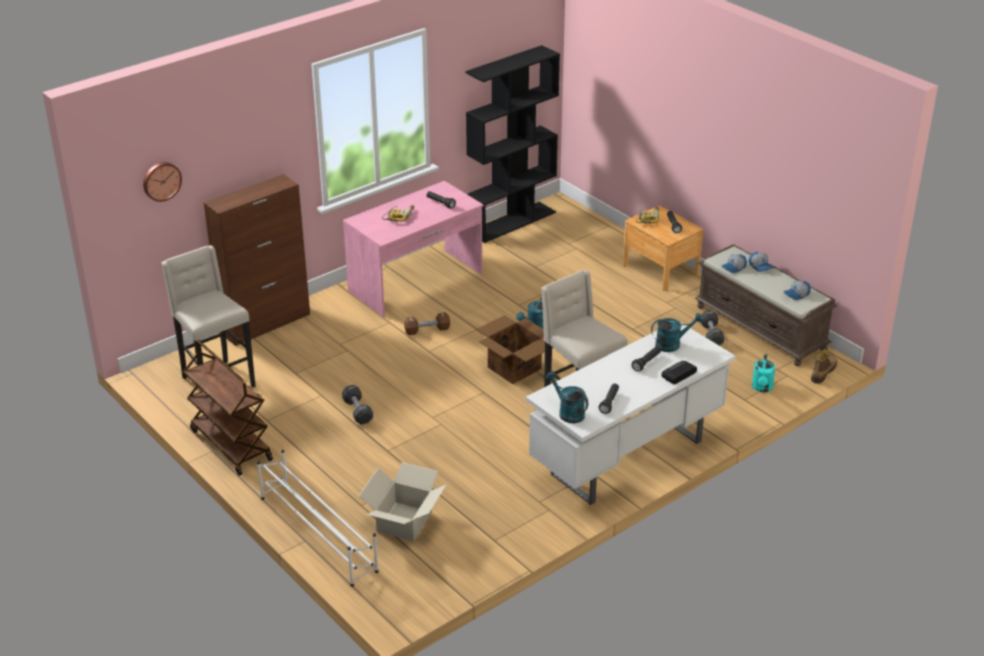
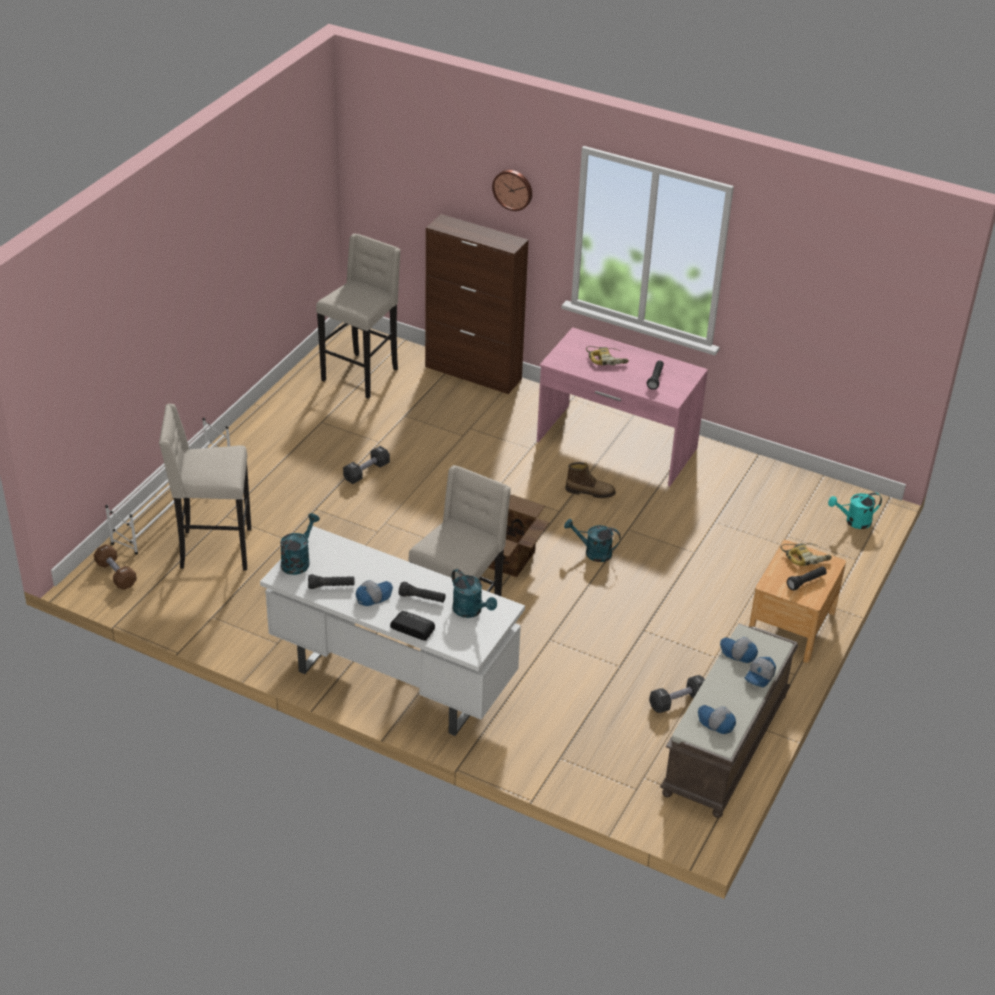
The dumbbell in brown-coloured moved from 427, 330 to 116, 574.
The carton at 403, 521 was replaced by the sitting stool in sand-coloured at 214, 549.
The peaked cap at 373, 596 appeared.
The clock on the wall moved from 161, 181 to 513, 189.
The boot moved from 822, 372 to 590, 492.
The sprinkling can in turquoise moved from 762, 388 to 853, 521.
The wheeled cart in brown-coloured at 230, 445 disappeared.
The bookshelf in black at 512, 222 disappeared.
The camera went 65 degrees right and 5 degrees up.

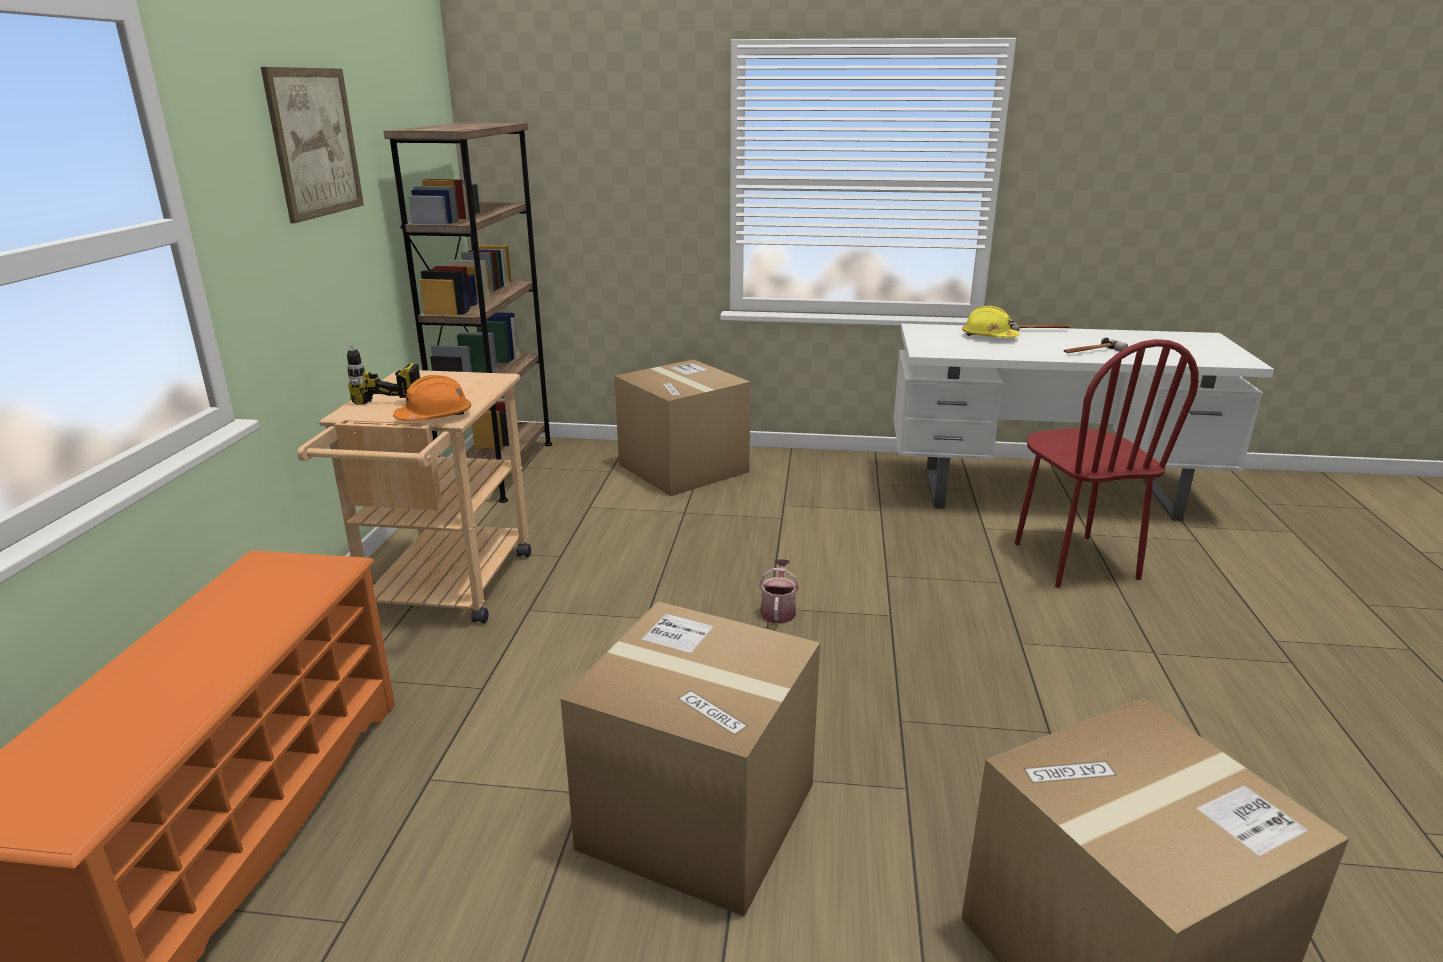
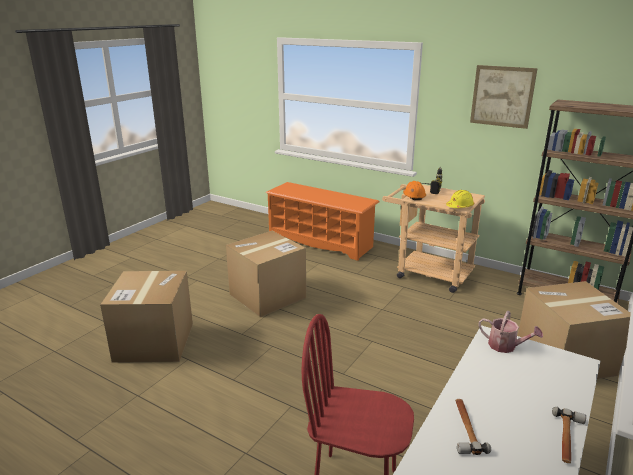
The work helmet in yellowish moved from 988, 337 to 460, 206.
The sprinkling can moved from 778, 610 to 506, 346.
The camera went 115 degrees right and 0 degrees up.

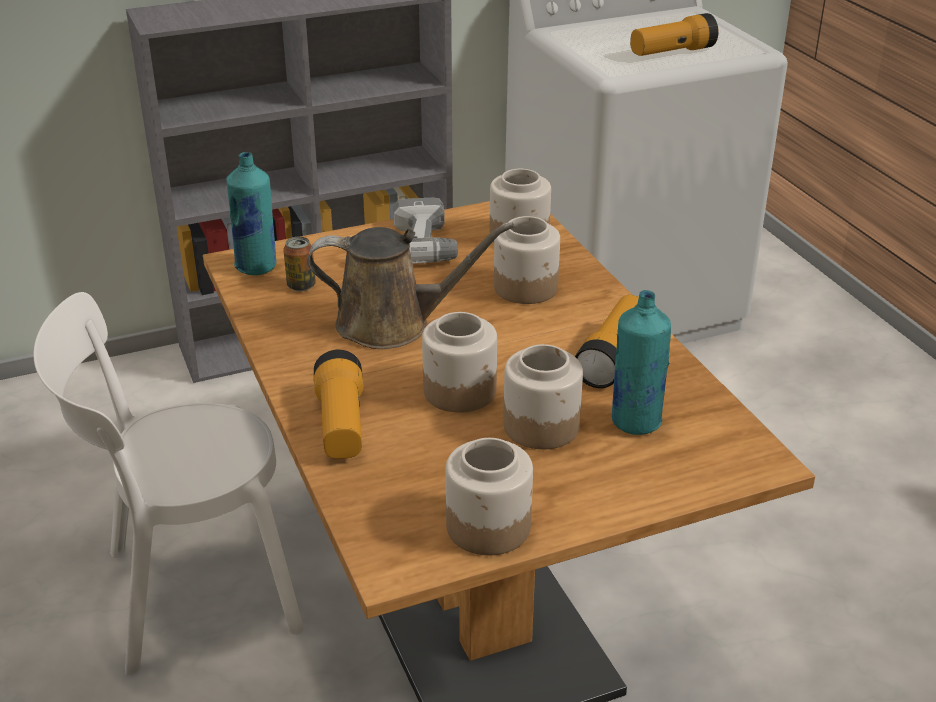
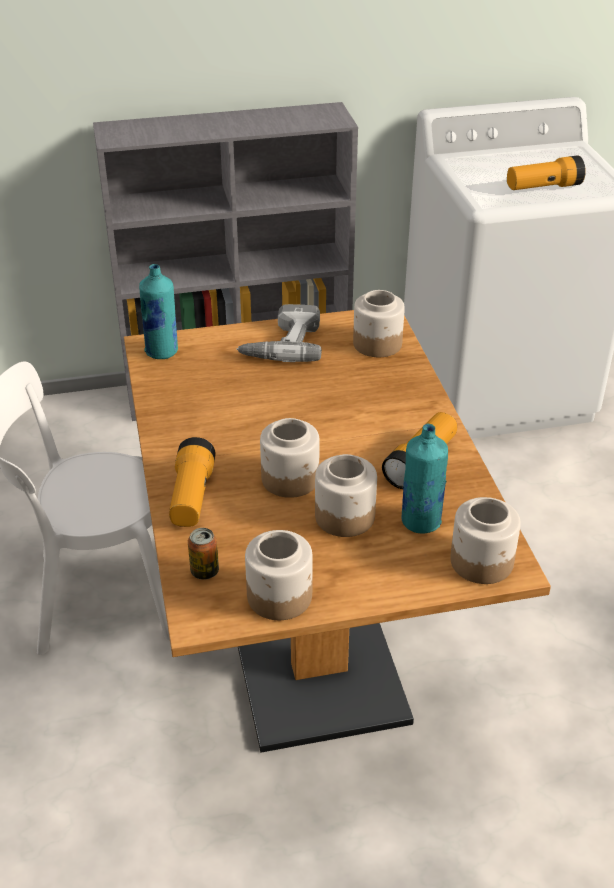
The sealed can moved from 301, 286 to 204, 571.
The storage jar moved from 526, 288 to 482, 562.
The sprinkling can in brown-coloured at 393, 324 disappeared.
The camera went 10 degrees right and 5 degrees up.

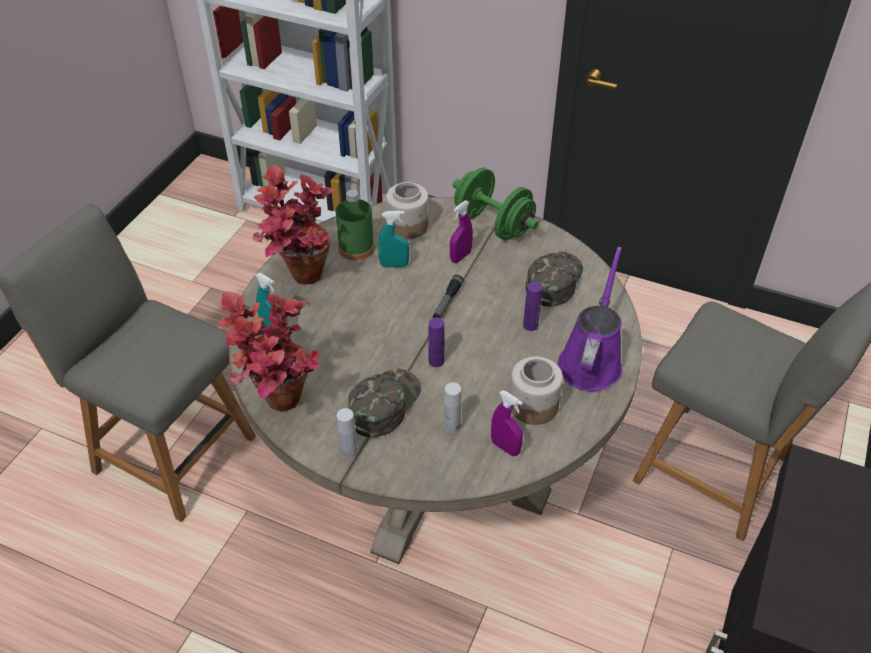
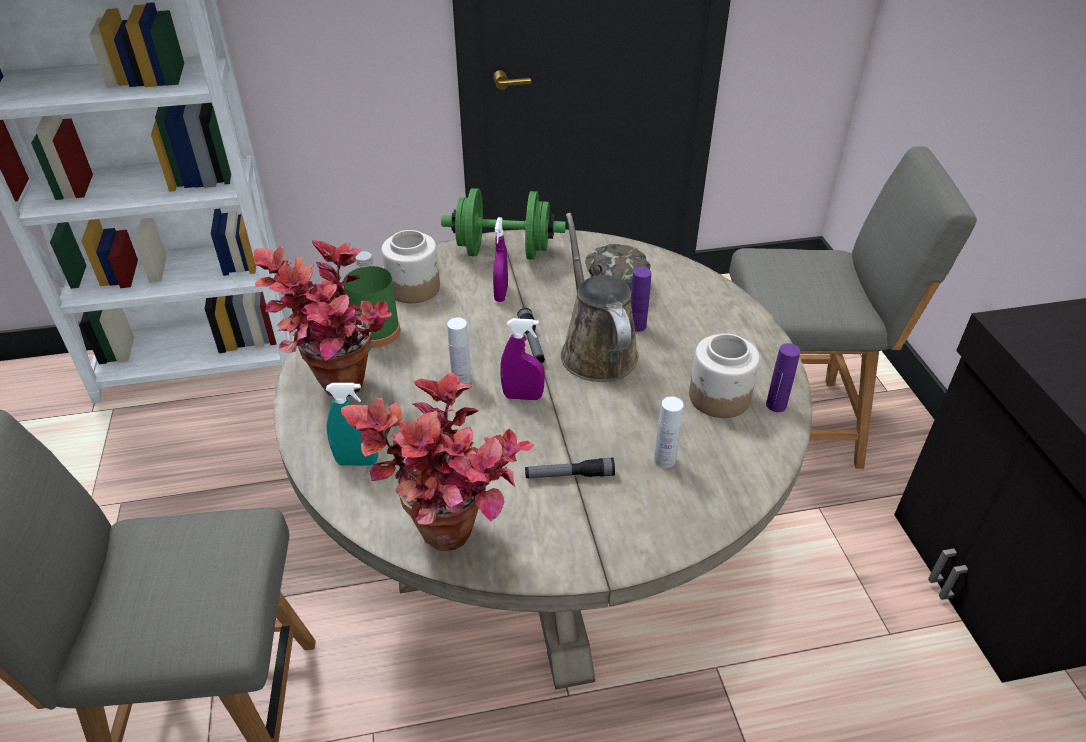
The drink bottle in whitish moved from 349, 452 to 461, 378.
The spray bottle in purple moved from 505, 447 to 523, 396.
The peaked cap in greenish at 383, 404 was replaced by the torch at 569, 475.
The sprinkling can in brown-coloured at 596, 350 appeared.
The drink bottle in purple moved from 436, 361 to 776, 405.
The spray bottle in turquoise at 394, 265 disappeared.
The sprinkling can in purple at 591, 361 disappeared.
The camera went 35 degrees left and 5 degrees down.

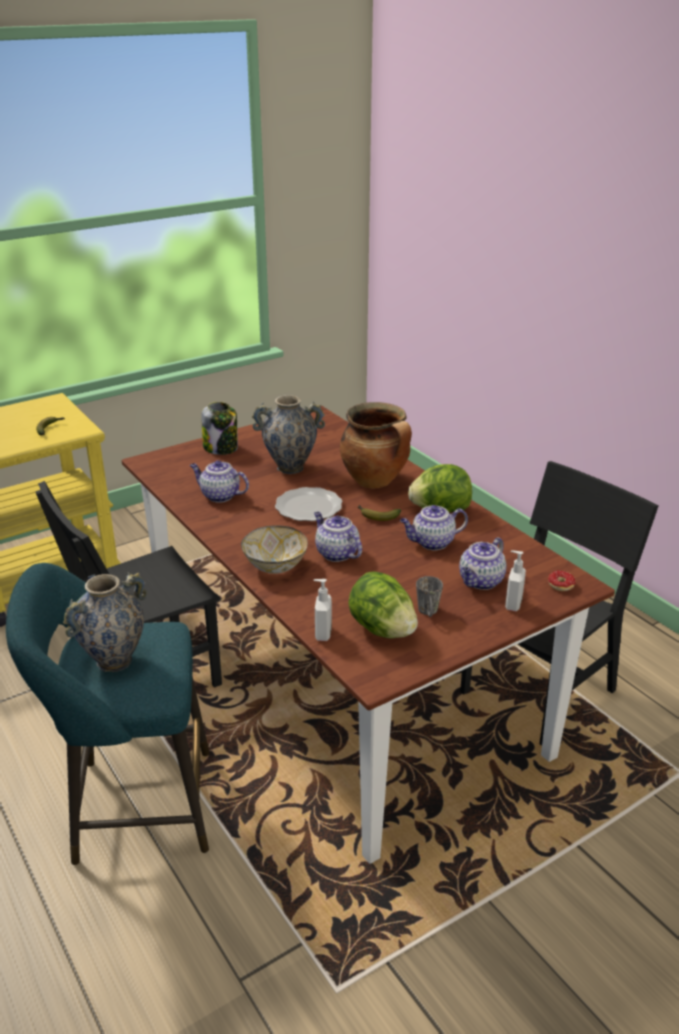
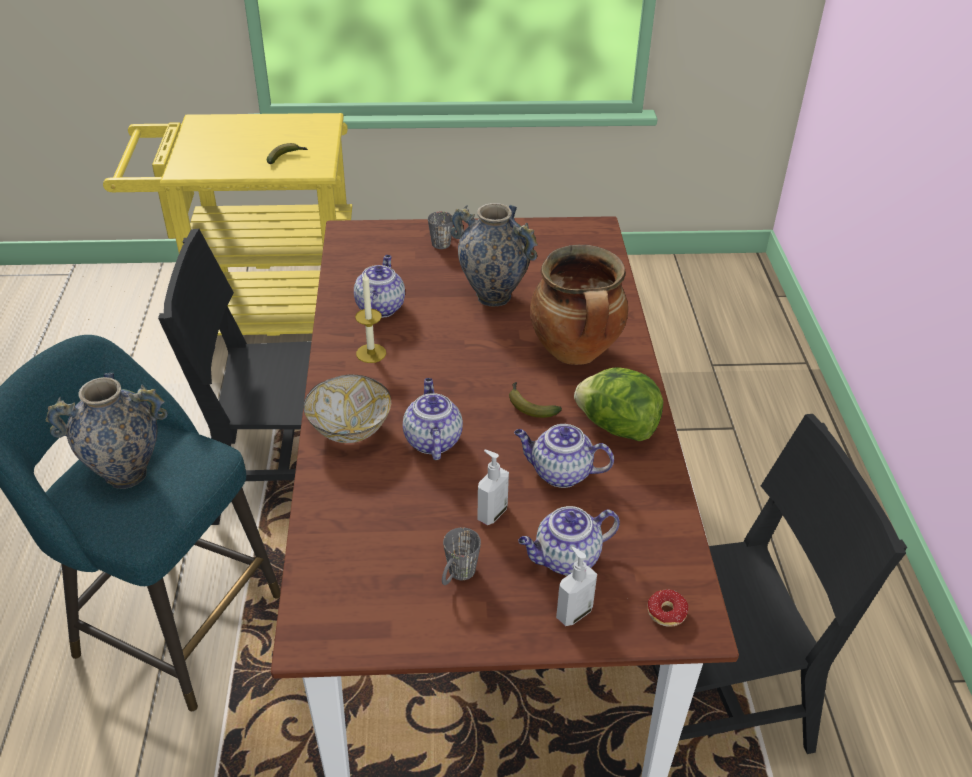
The tea pot at 219, 496 turned 45 degrees clockwise.
The wax light at 371, 353 appeared.
The storage jar at 221, 448 was replaced by the tea mug in greyish at 442, 240.
The soap bottle moved from 322, 634 to 491, 513.
The dinner plate at 309, 507 disappeared.
The lettuce at 382, 629 disappeared.
The camera went 30 degrees right and 10 degrees up.

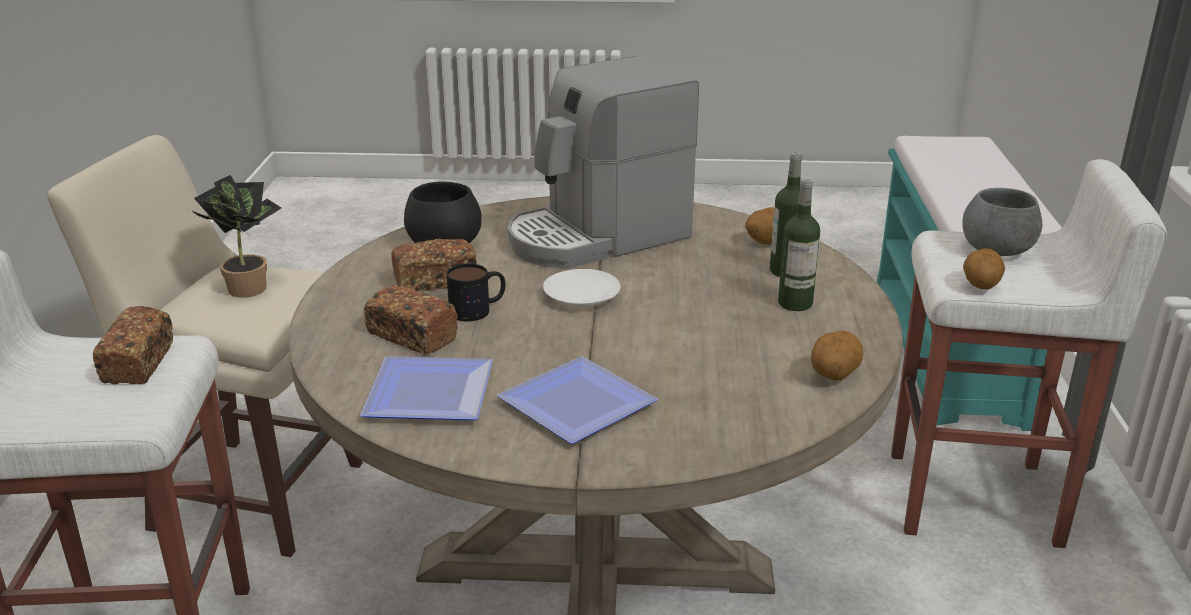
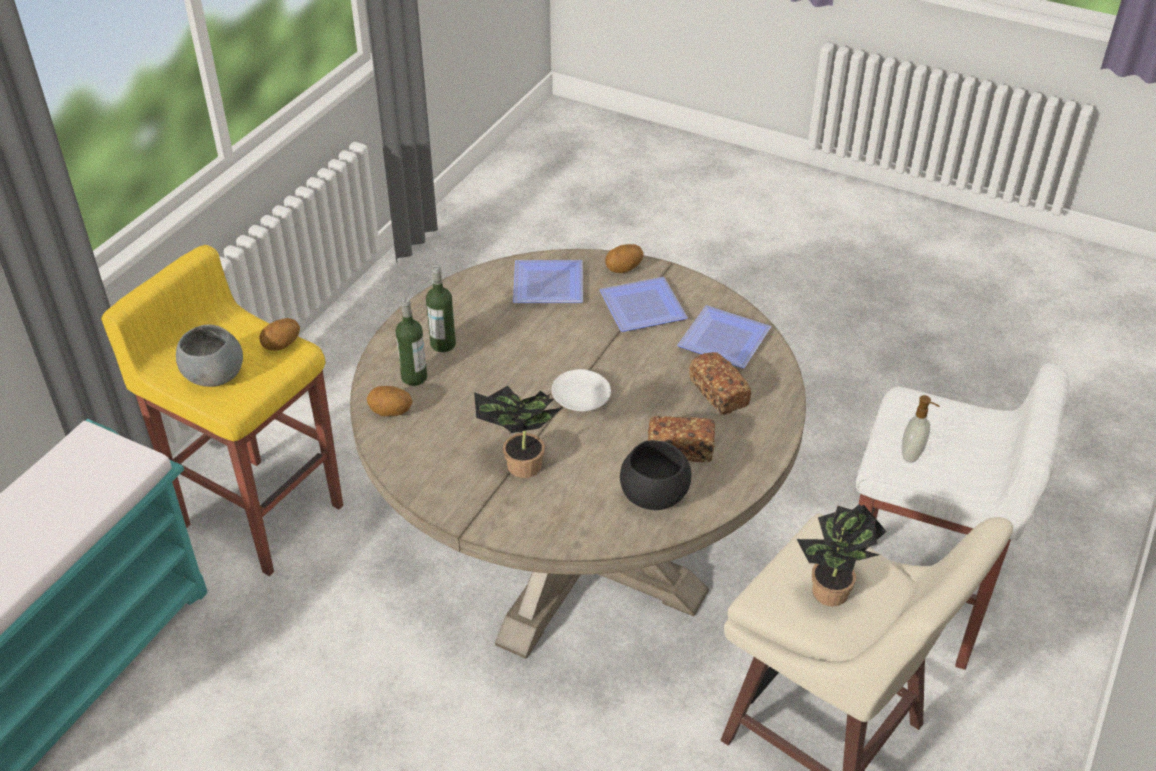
The sitting stool in whitish at 977, 500 became the sitting stool in yellowish at 261, 512.
The coffee machine at 597, 237 was replaced by the potted plant at 519, 467.
The dinner plate at 546, 286 appeared.
The whole potato moved from 833, 375 to 624, 269.
The baked bread at 139, 363 was replaced by the soap bottle at 912, 454.
The tea mug at 478, 309 disappeared.
The camera went 155 degrees left and 15 degrees up.

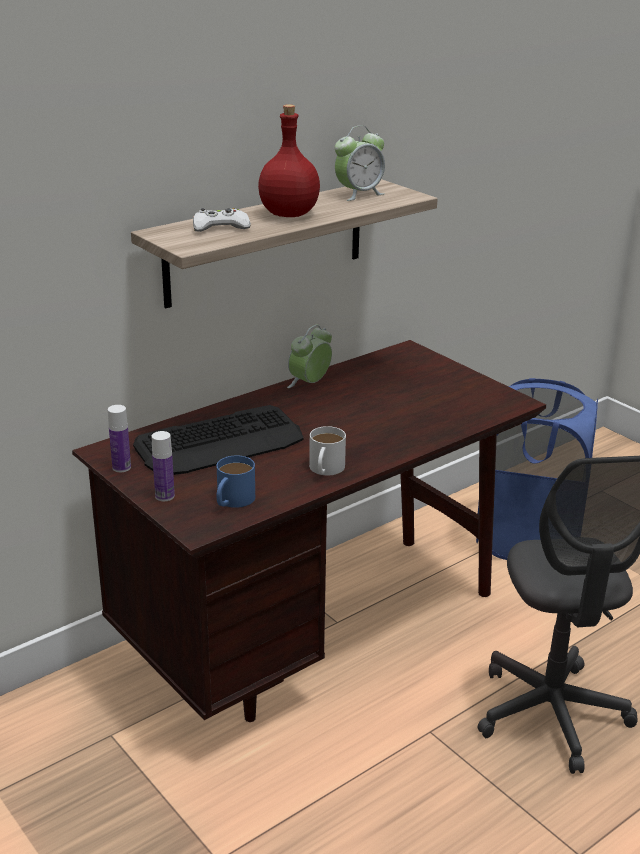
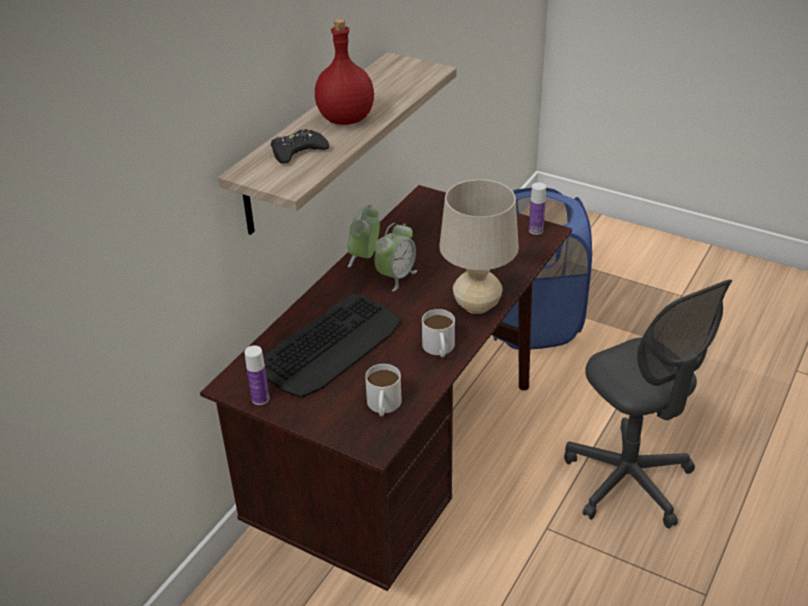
The game controller in whitish at 220, 227 became the game controller in black at 298, 151.
The tea mug in bluish at 232, 501 became the tea mug in whitish at 383, 406.
The alarm clock moved from 359, 194 to 396, 277.
The table lamp in sand-coloured at 477, 306 appeared.
The drink bottle moved from 165, 496 to 536, 230.
The camera went 20 degrees left and 10 degrees up.

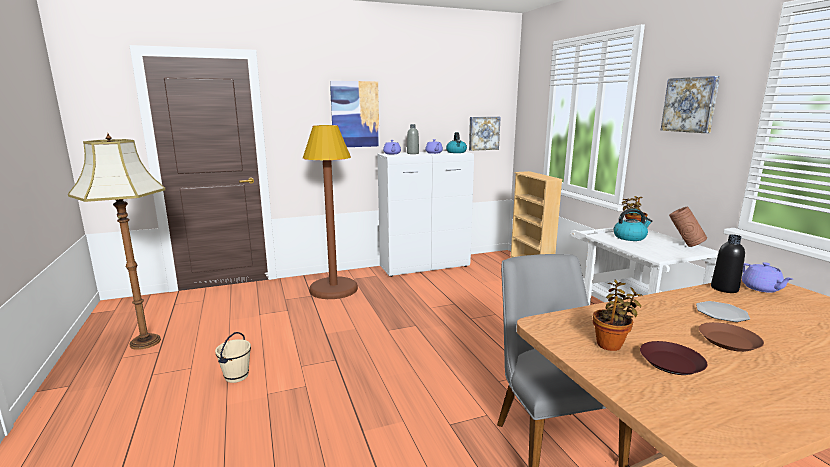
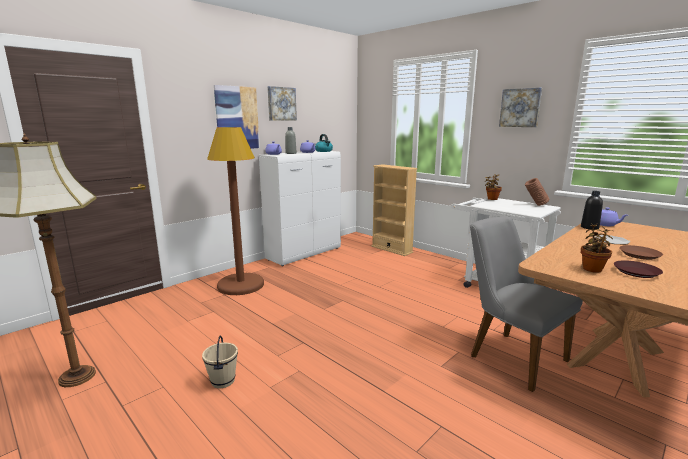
The picture moved from 483, 133 to 281, 104.
The tea kettle at 630, 237 disappeared.
The camera went 25 degrees left and 0 degrees up.

